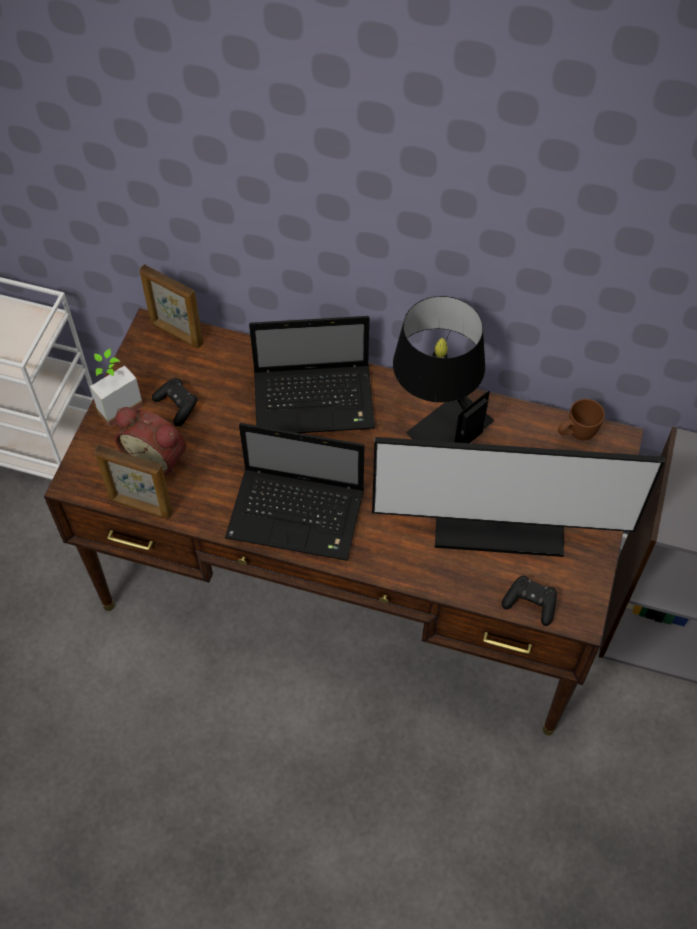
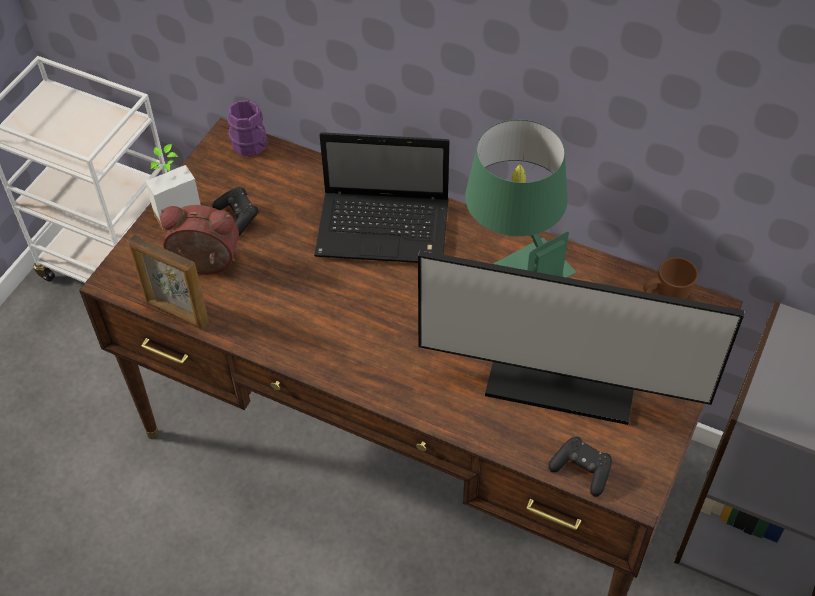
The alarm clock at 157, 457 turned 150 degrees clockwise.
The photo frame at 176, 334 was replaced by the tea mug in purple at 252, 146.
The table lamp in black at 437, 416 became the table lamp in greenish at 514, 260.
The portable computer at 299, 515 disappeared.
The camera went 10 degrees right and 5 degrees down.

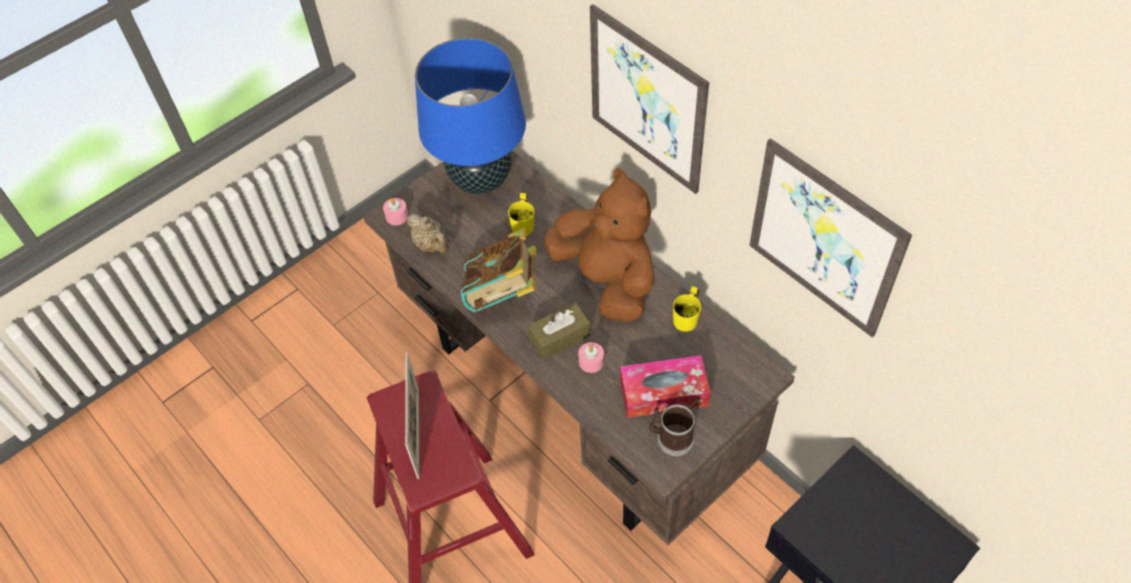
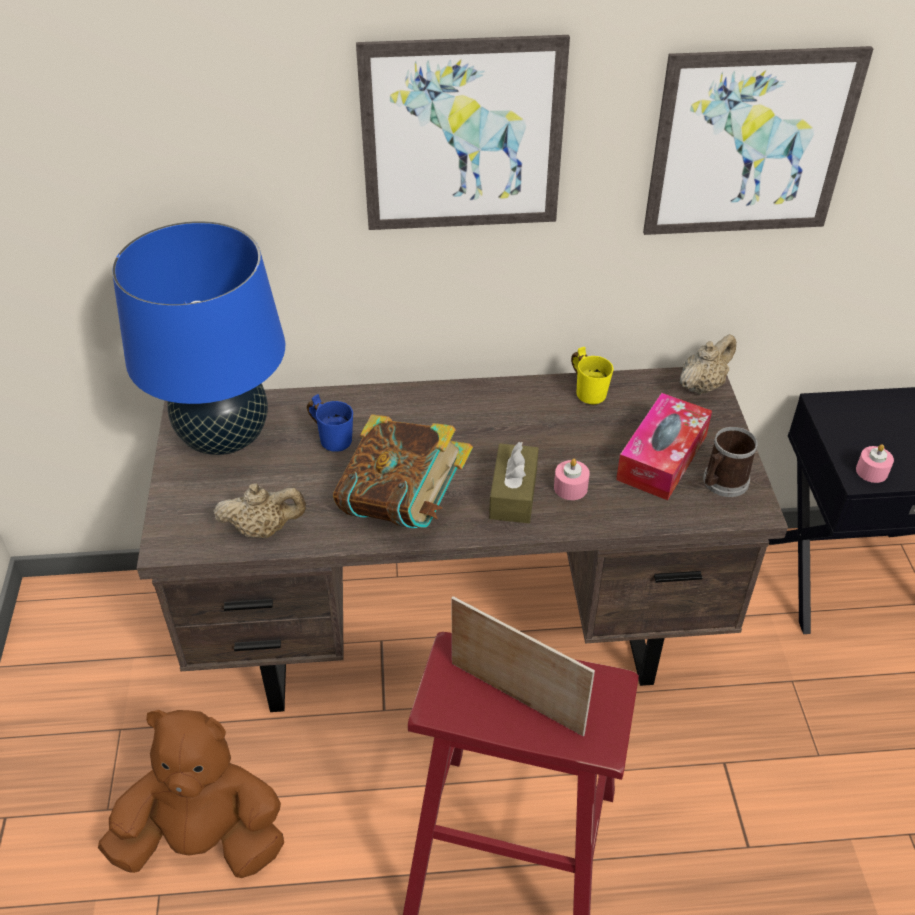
The plush toy in brown-coloured moved from 607, 280 to 205, 839.
The tea mug in yellowish at 526, 225 became the tea mug in bluish at 334, 437.
The tea pot in sand-coloured at 702, 385 appeared.
The wax light in pinkish moved from 397, 216 to 871, 471.
The camera went 55 degrees left and 10 degrees down.

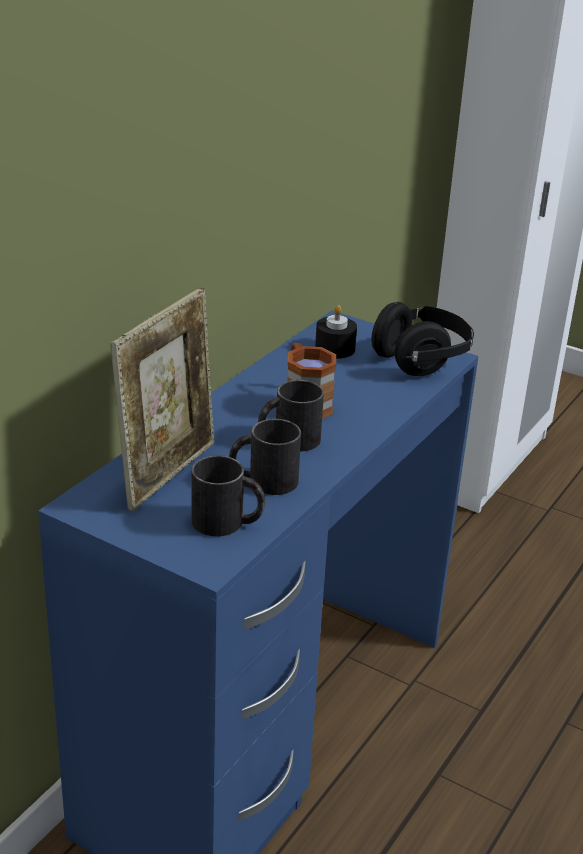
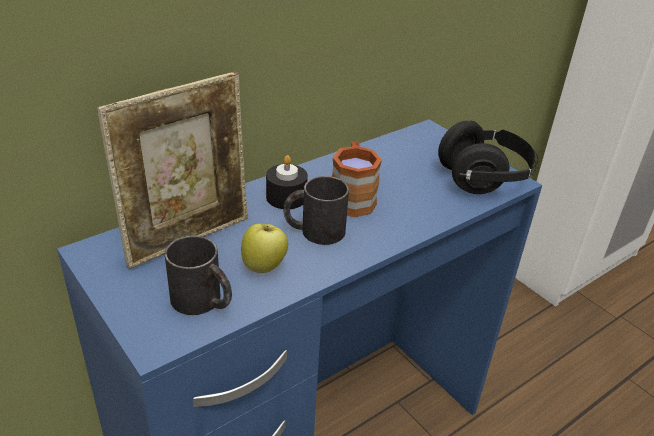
The tea mug in black at 263, 481 was replaced by the apple fruit at 264, 266.
The wax light in black moved from 335, 349 to 286, 197.
The camera went 20 degrees right and 5 degrees up.

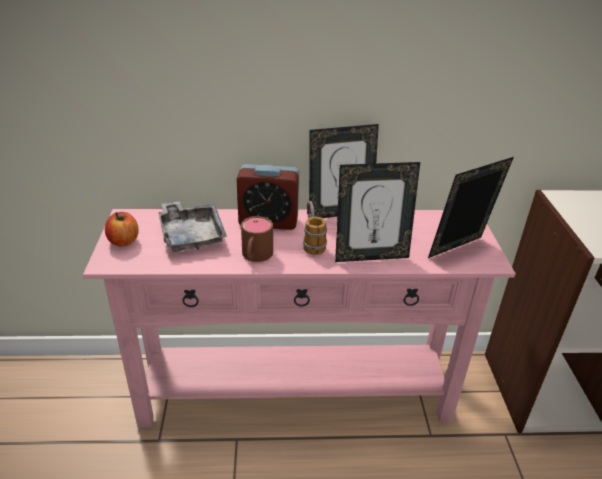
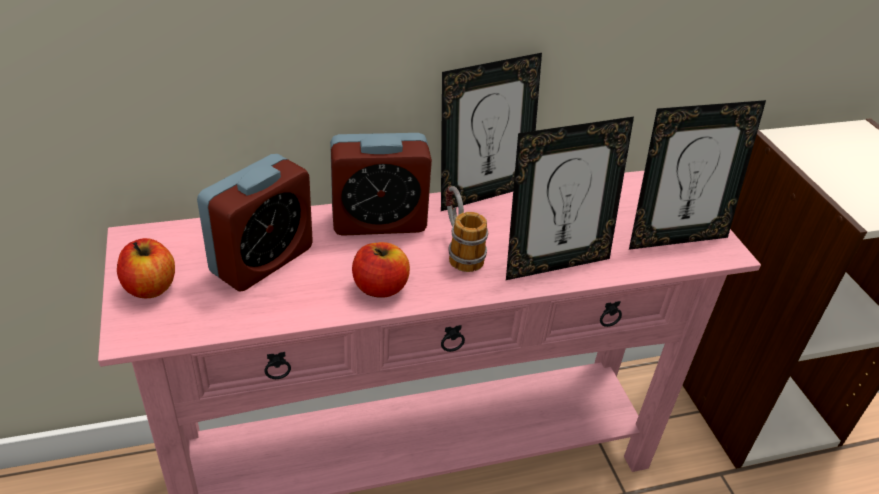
The carrying tray in greyish at 191, 234 was replaced by the alarm clock at 262, 260.
The tea mug in brown-coloured at 255, 256 was replaced by the apple fruit at 380, 287.
The photo frame at 459, 250 turned 150 degrees counterclockwise.
The camera went 15 degrees left and 5 degrees up.

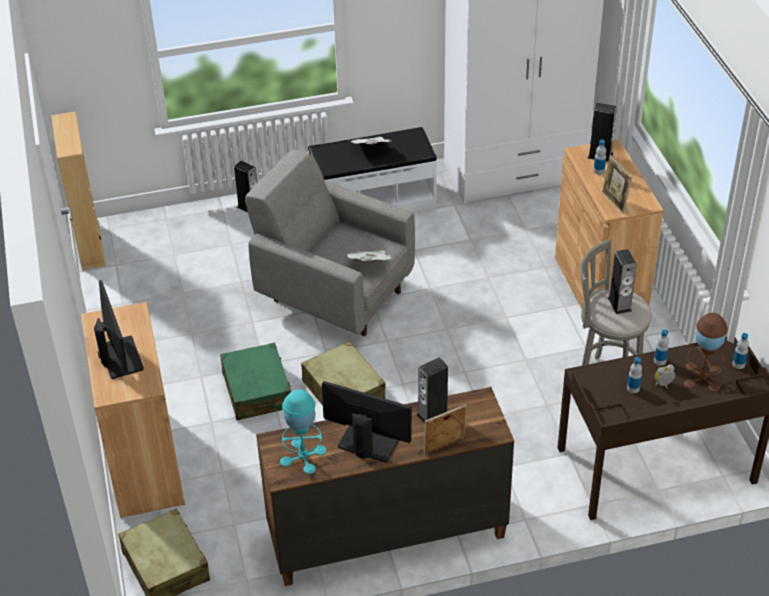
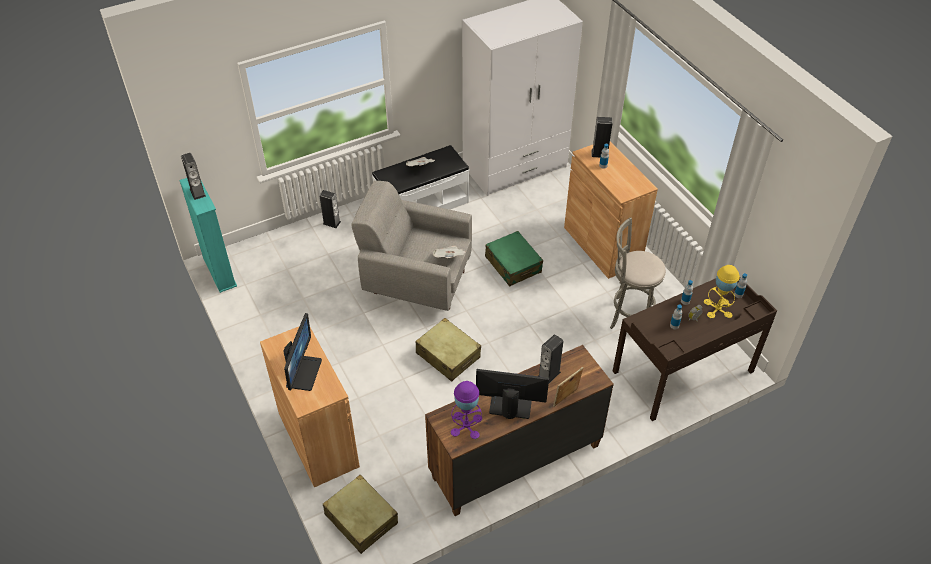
The bookshelf in sand-coloured at 90, 245 became the bookshelf in turquoise at 219, 272.
The loudspeaker moved from 619, 304 to 197, 192.
The computer display at 120, 357 turned 45 degrees clockwise.
The table lamp in turquoise at 303, 456 became the table lamp in purple at 466, 425.
The travel case in greenish moved from 257, 391 to 513, 265.
The table lamp in brown-coloured at 702, 377 became the table lamp in yellowish at 717, 308.
The photo frame at 614, 202 disappeared.
The camera went 15 degrees left and 5 degrees up.

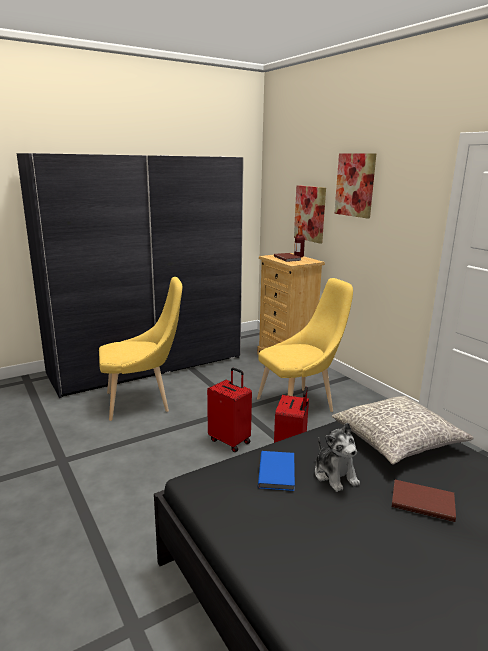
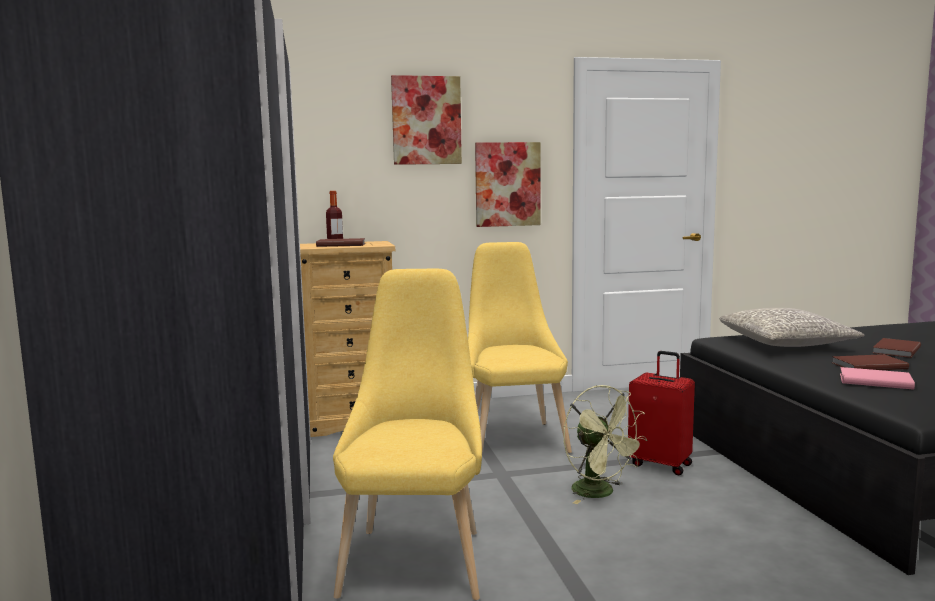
The picture moved from 310, 213 to 507, 184.
The travel case in red-coloured at 230, 441 was replaced by the fan in greenish at 600, 493.
The plush toy at 335, 475 was replaced by the book in brown-coloured at 867, 365.
The book in bluish at 278, 472 became the book in pinkish at 874, 381.
The camera went 70 degrees left and 10 degrees down.

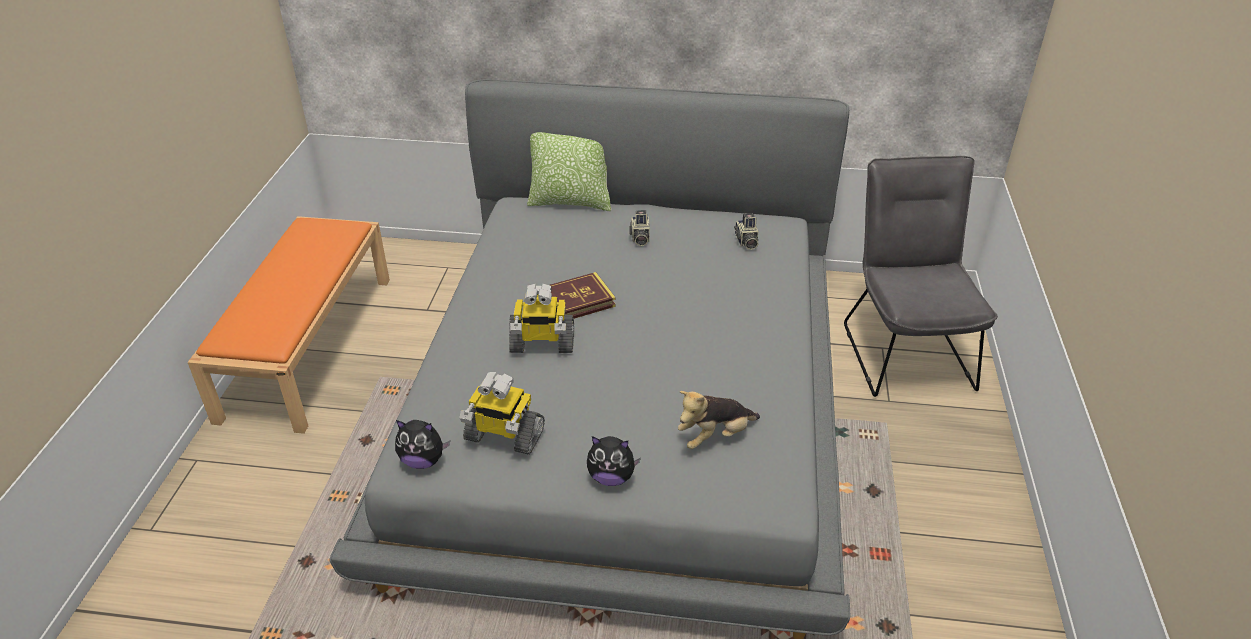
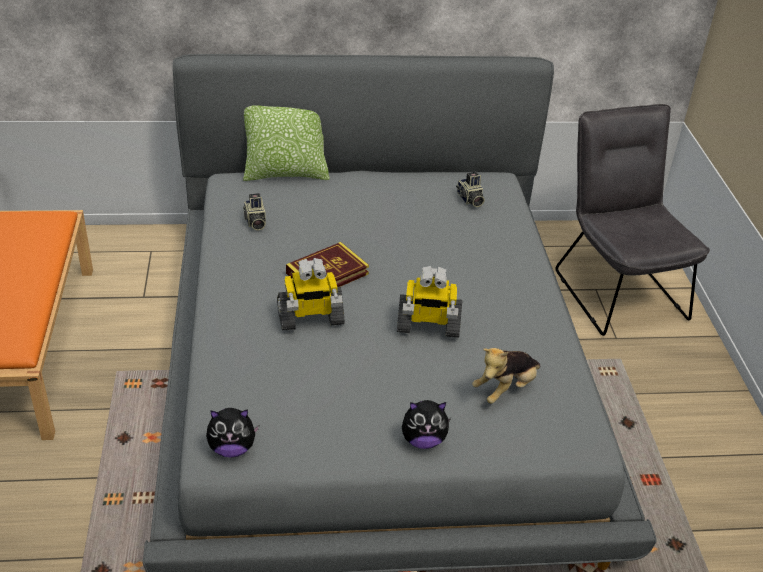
The still camera moved from 639, 238 to 255, 222.
The model robot moved from 503, 436 to 427, 325.
The camera went 15 degrees left and 0 degrees up.

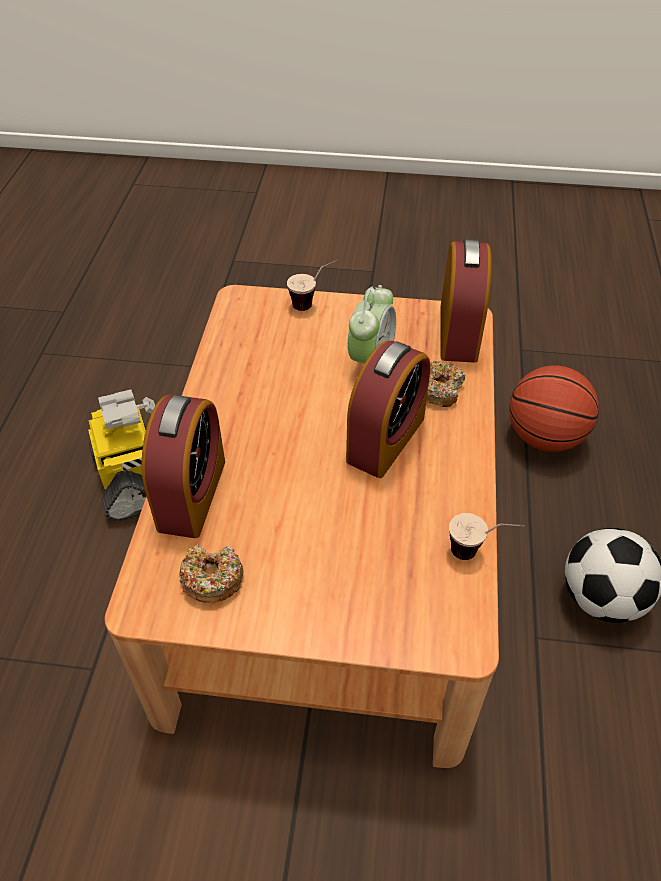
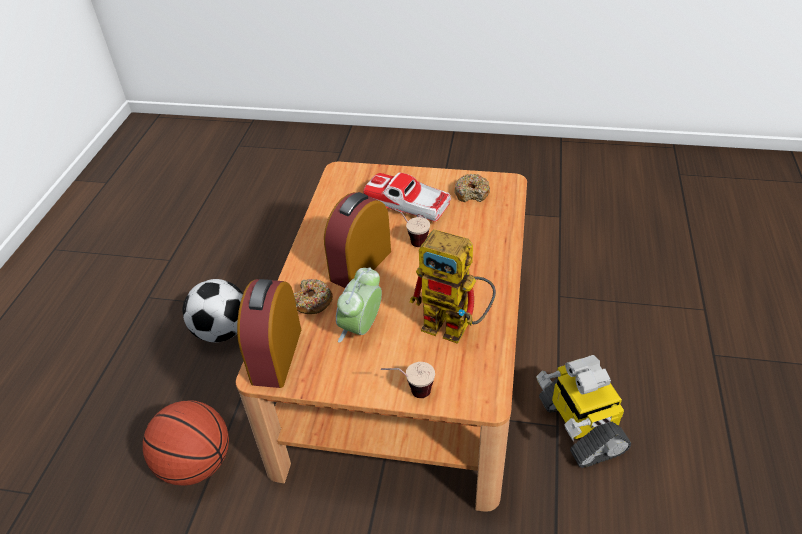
The model car at 407, 205 appeared.
The cup moved from 479, 553 to 409, 240.
The model robot at 456, 327 appeared.
The alarm clock at 192, 494 disappeared.
The camera went 175 degrees left and 5 degrees down.

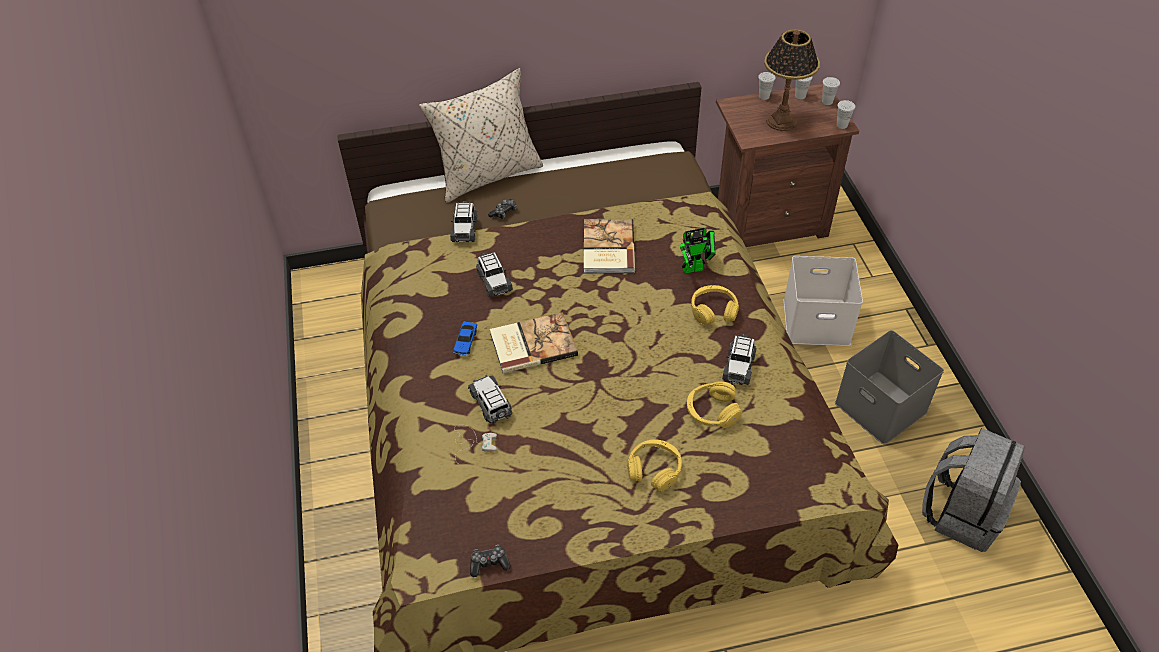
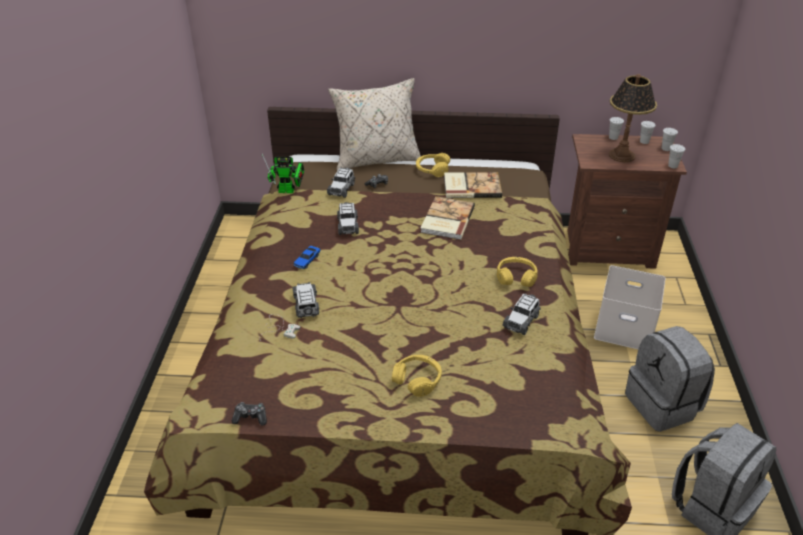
The model robot moved from 696, 268 to 289, 191.
The pair of headphones in yellowish moved from 712, 411 to 432, 169.
The book moved from 532, 344 to 471, 186.
The storage container in greyish at 882, 407 was replaced by the knapsack in greyish at 663, 405.
The camera went 15 degrees right and 10 degrees down.

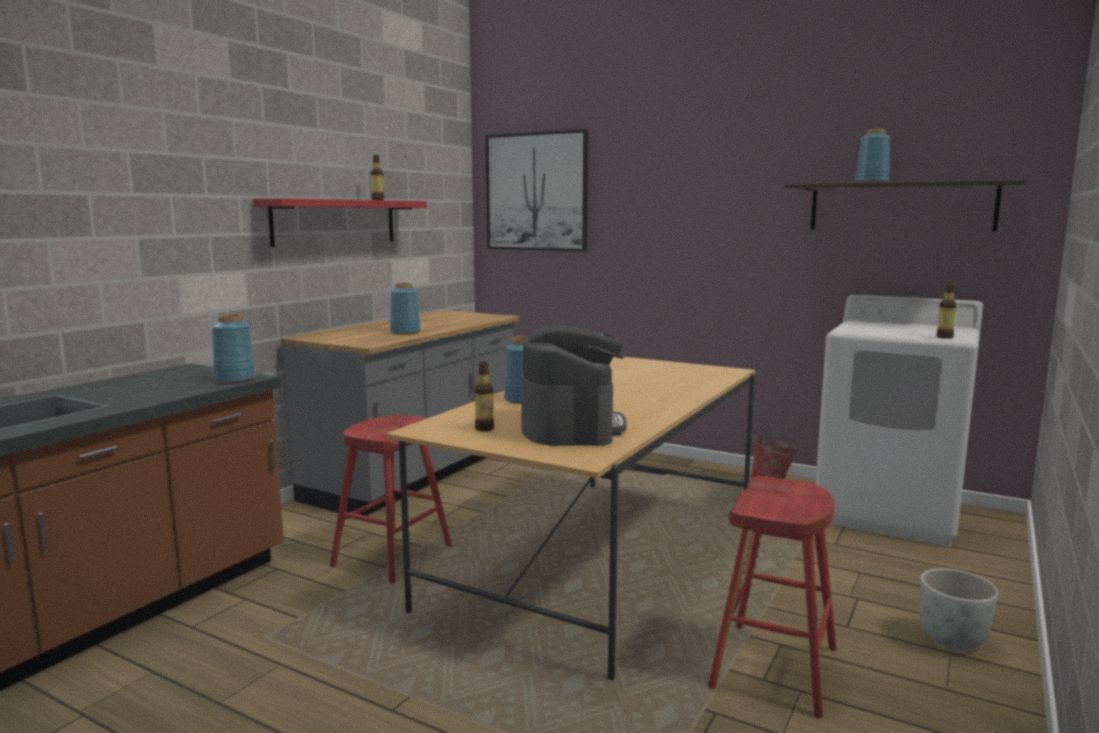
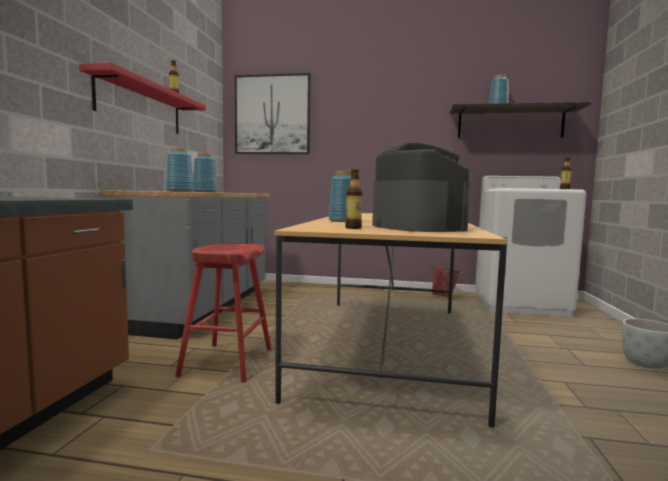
The decorative vase in bluish moved from 235, 379 to 180, 191.
The sitting stool in red-coloured at 774, 667 disappeared.
The camera went 20 degrees left and 5 degrees down.

